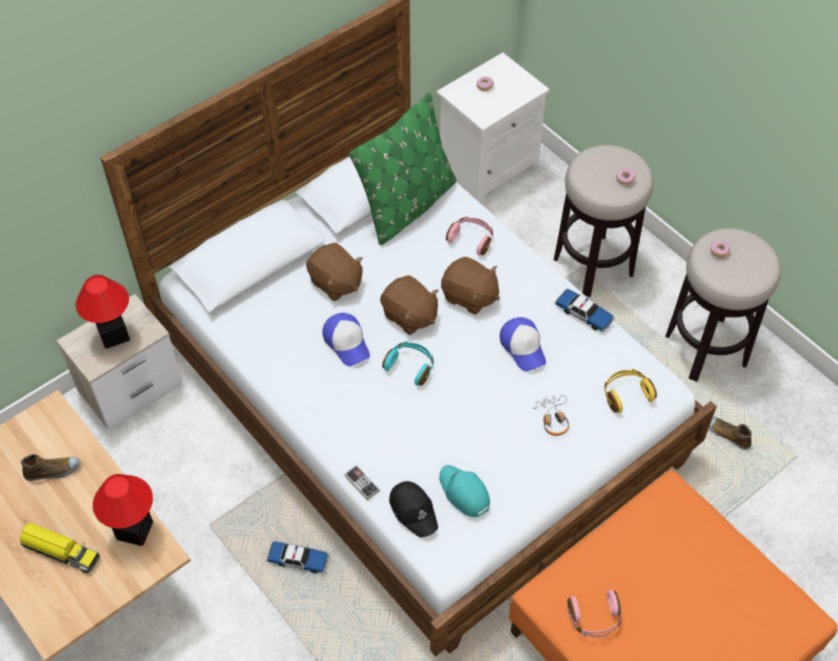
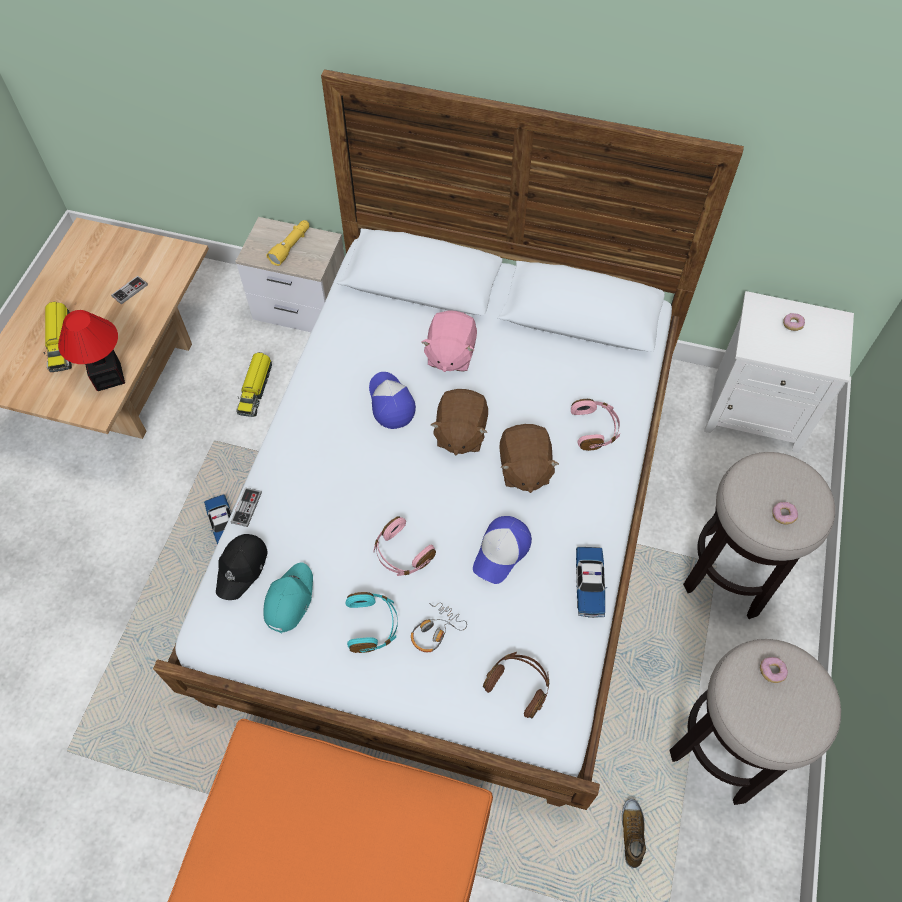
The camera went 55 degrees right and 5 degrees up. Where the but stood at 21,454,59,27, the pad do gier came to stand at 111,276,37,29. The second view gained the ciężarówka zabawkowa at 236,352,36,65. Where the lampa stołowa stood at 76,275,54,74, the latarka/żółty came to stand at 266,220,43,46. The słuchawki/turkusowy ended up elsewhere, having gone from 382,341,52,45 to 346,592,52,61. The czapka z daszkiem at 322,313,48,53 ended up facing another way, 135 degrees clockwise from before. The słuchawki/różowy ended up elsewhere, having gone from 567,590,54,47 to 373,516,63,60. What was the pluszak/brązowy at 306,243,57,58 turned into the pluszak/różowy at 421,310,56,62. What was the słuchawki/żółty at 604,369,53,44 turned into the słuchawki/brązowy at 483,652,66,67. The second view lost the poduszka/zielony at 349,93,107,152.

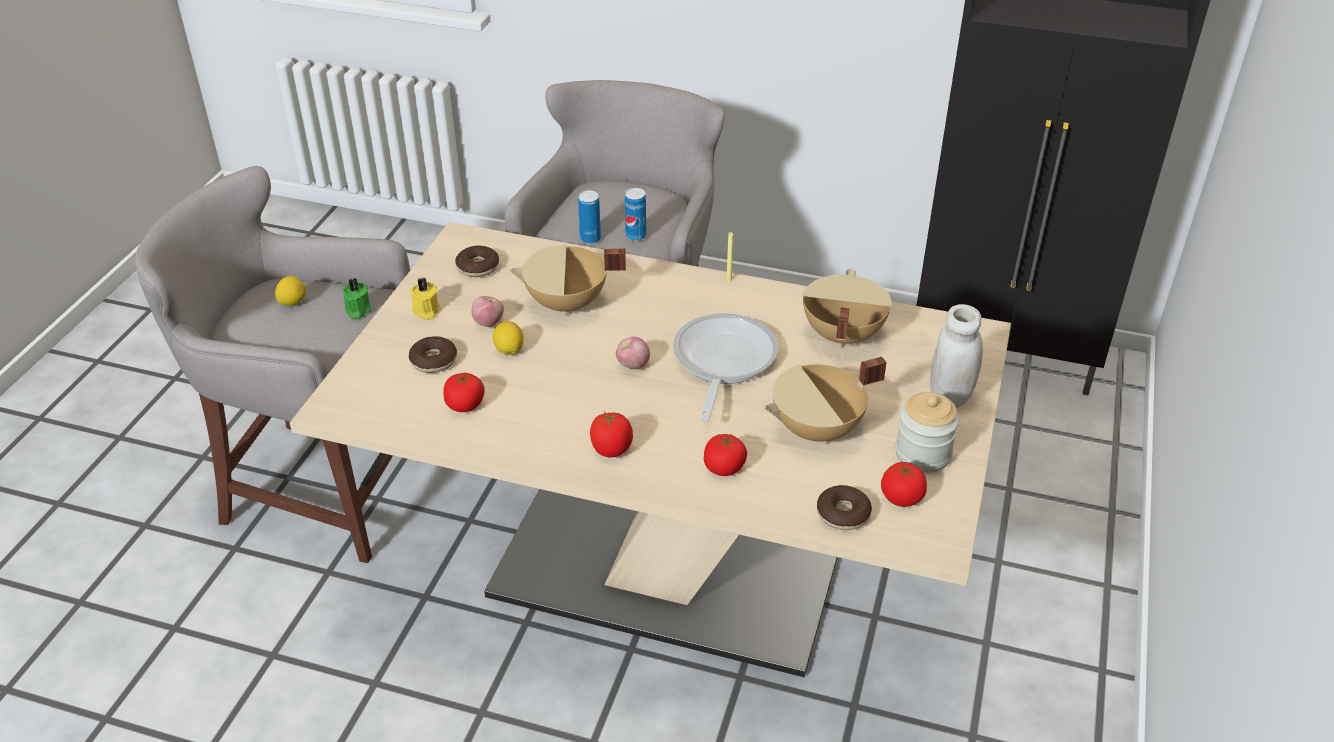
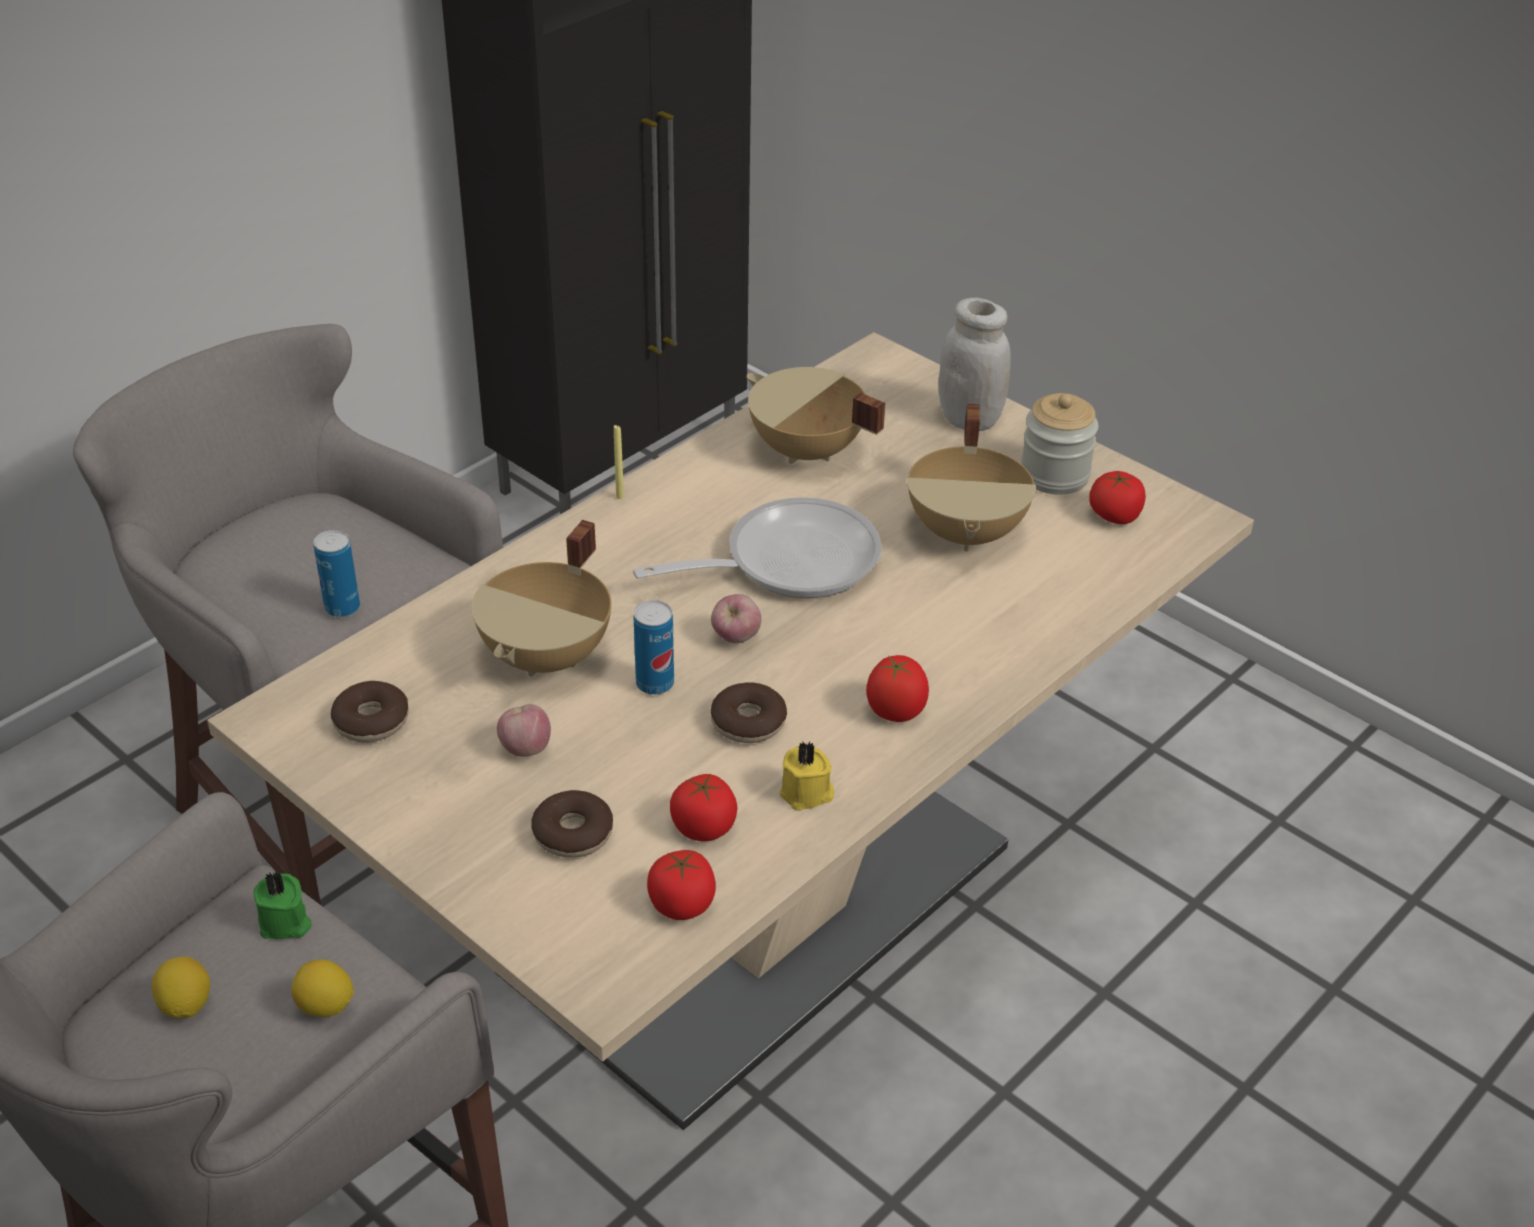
The camera went 65 degrees left and 0 degrees up. The cytryna ended up elsewhere, having gone from 493,321,31,34 to 291,959,63,58. The patelnia at 673,313,105,109 ended up facing another way, 120 degrees clockwise from before. The puszka ended up elsewhere, having gone from 625,188,21,53 to 634,600,40,95. The pomidor ended up elsewhere, having gone from 704,434,43,42 to 647,850,69,70. The donut ended up elsewhere, having gone from 817,485,55,45 to 711,682,76,61. The świeca/żółty ended up elsewhere, having gone from 411,277,30,43 to 780,742,54,69.

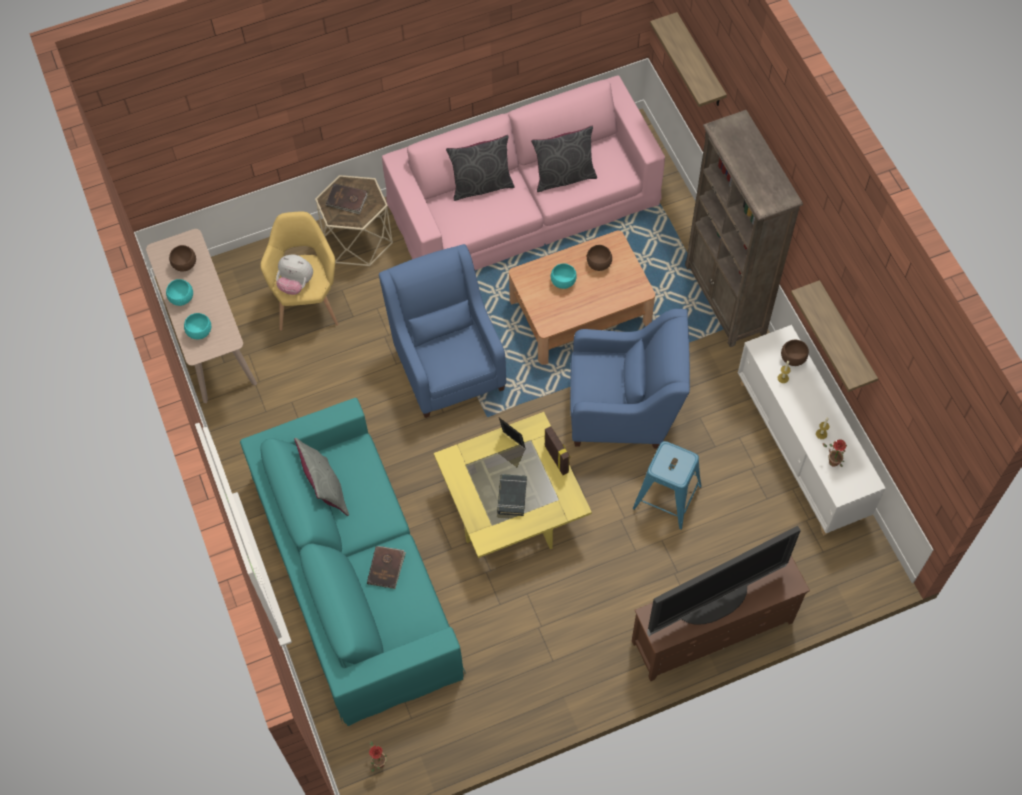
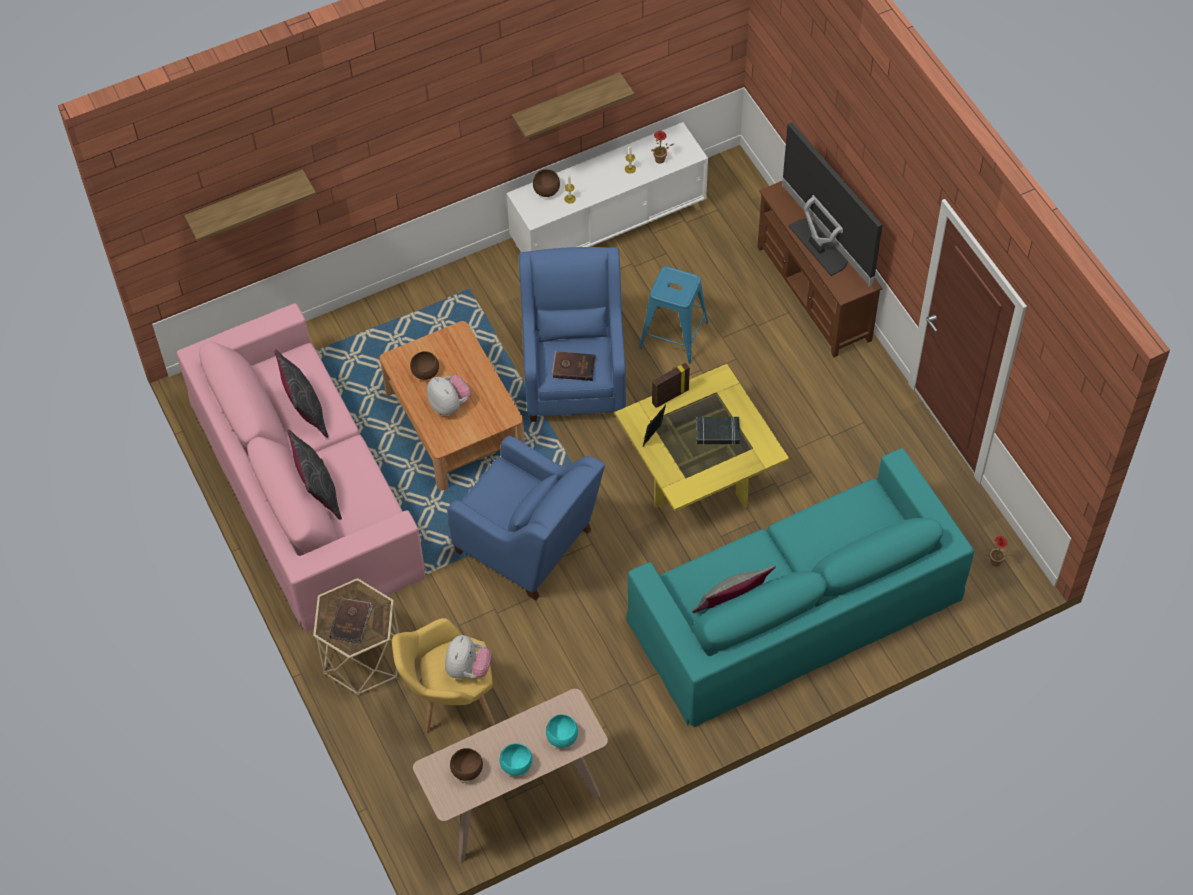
The camera went 95 degrees left and 5 degrees down. Where the miska/turkusowy stood at 551,263,26,26, the pluszak came to stand at 427,375,44,40. The fotel/niebieski at 379,244,127,174 ended up facing another way, 120 degrees counterclockwise from before. The książka/brązowy ended up elsewhere, having gone from 367,546,39,43 to 552,351,44,30. The second view lost the regał/brązowy at 685,110,118,237.

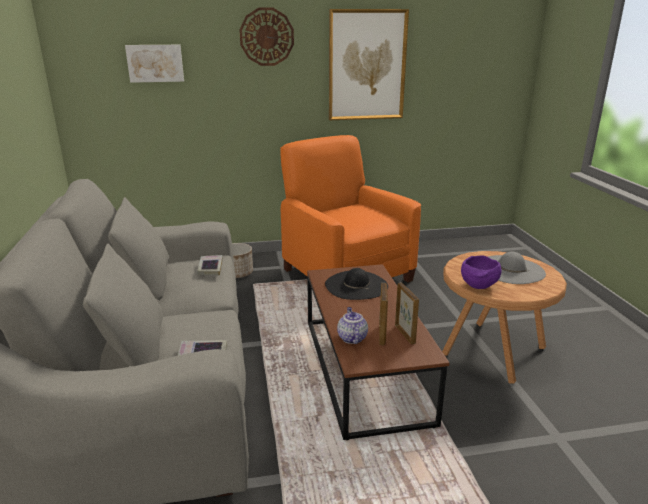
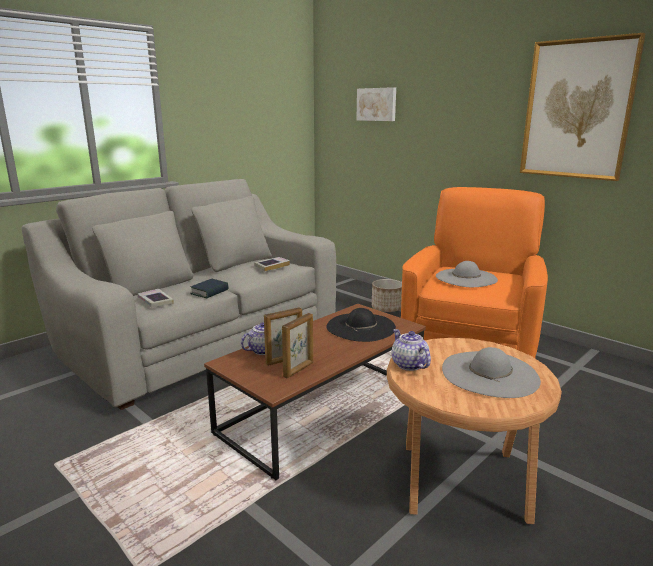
The camera went 55 degrees right and 5 degrees down. The second view gained the książka at 190,279,39,20. Where the miska/fioletowy stood at 461,255,41,34, the imbryk came to stand at 392,329,39,42. The second view gained the kapelusz/szary at 436,261,62,26. The second view lost the zegar ścienny at 239,8,55,58.

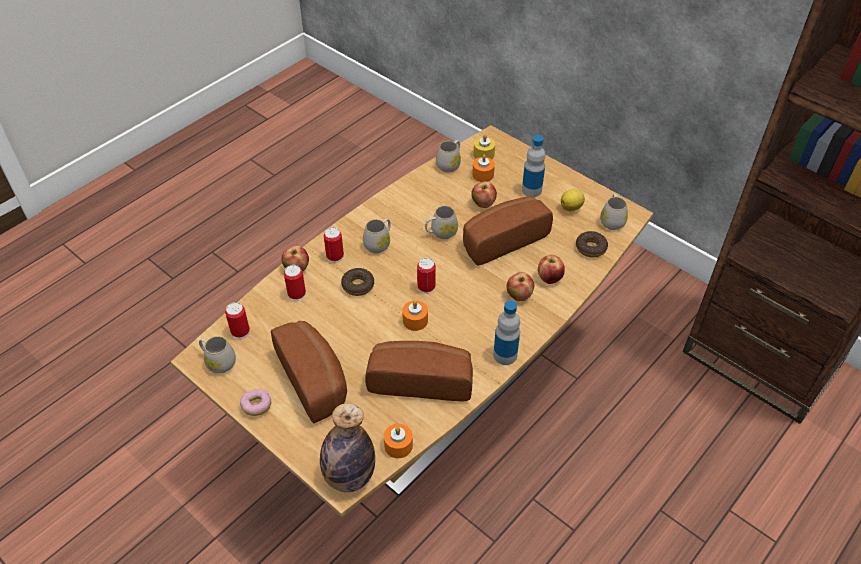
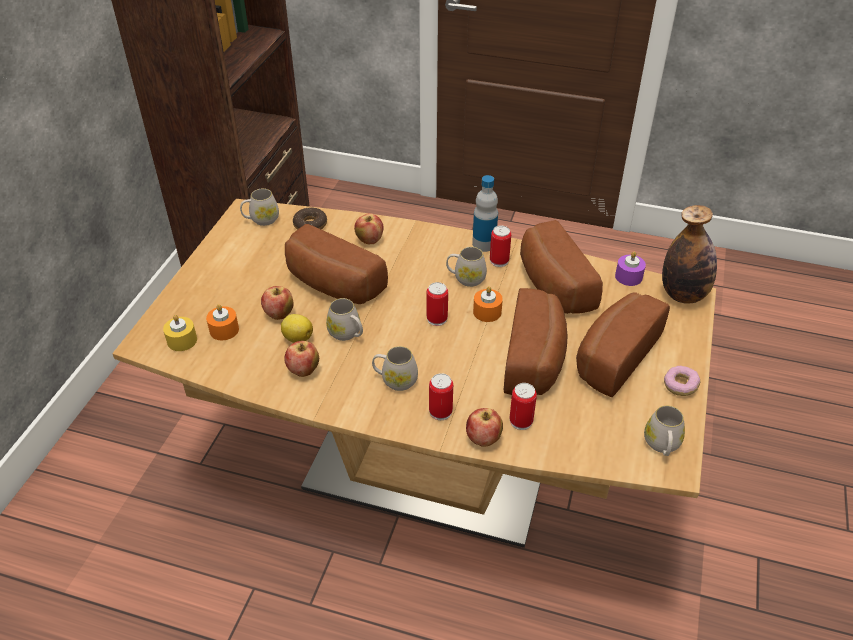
The camera went 115 degrees left and 5 degrees down. The cytryna ended up elsewhere, having gone from 561,189,24,22 to 281,314,32,29. The jabłko ended up elsewhere, having gone from 506,272,28,29 to 284,341,35,36. The kubek/biały ended up elsewhere, having gone from 436,140,25,32 to 446,247,41,40. The puszka ended up elsewhere, having gone from 225,302,25,37 to 490,226,21,41. The second view gained the chleb at 504,288,63,107. What was the świeca/pomarańczowy at 384,424,29,34 turned into the świeca/fioletowy at 615,251,31,35. The second view lost the donut at 341,268,33,28. The second view lost the butelka at 522,135,24,62.

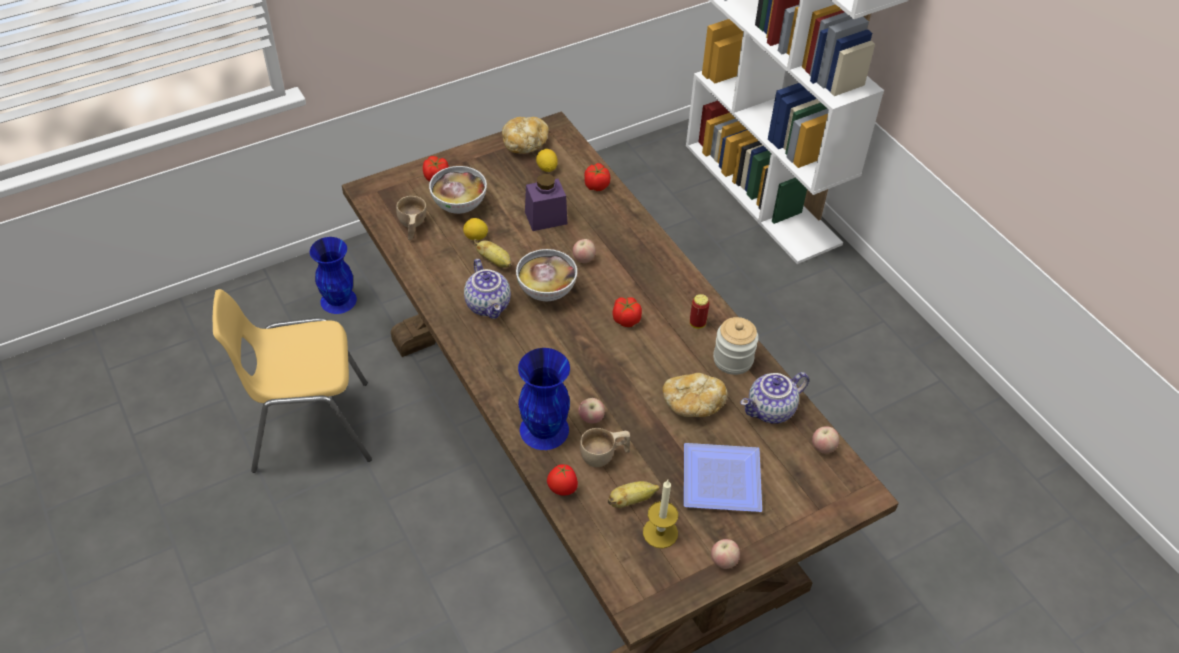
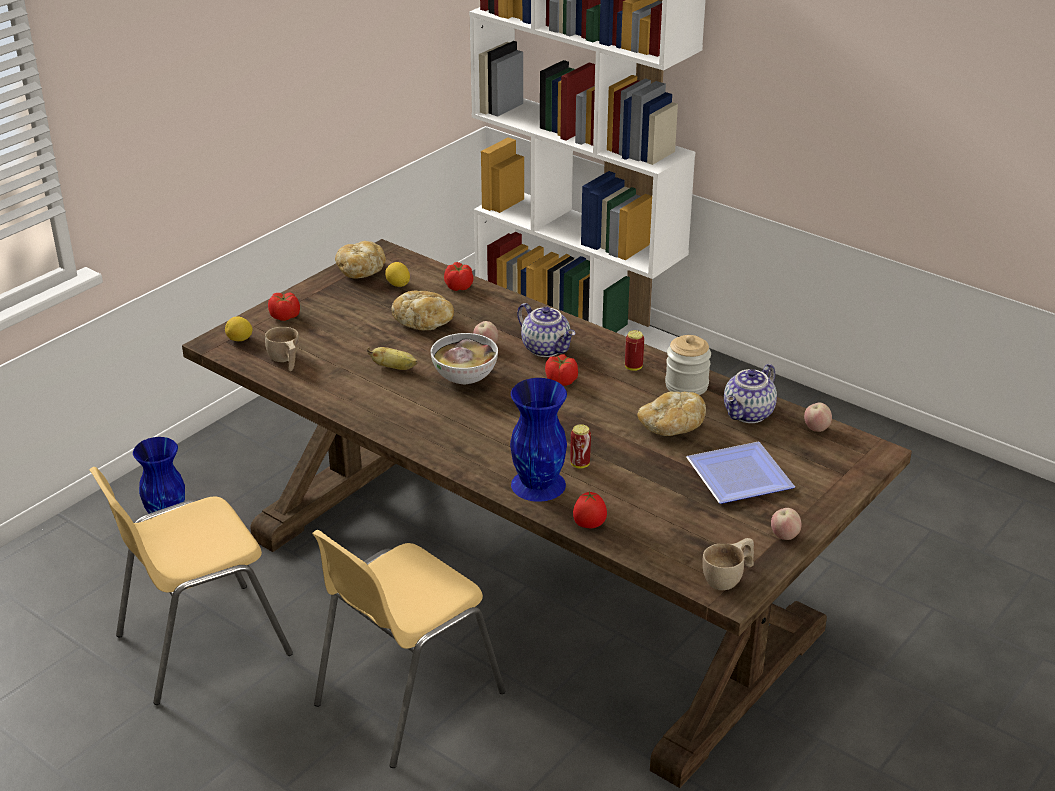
The camera went 20 degrees left and 15 degrees down. The cytryna ended up elsewhere, having gone from 463,218,25,22 to 225,316,28,25. The second view gained the krzesło/żółty at 312,530,194,238. Where the słoik/fioletowy stood at 525,174,42,57, the chleb came to stand at 391,291,63,39. The imbryk ended up elsewhere, having gone from 464,259,47,60 to 517,303,59,54. Where the jabłko stood at 578,398,27,26, the puszka came to stand at 570,424,21,45. The filiżanka/beżowy ended up elsewhere, having gone from 580,428,50,39 to 702,538,52,52. The second view lost the miska at 429,166,58,48. The second view lost the banan at 608,481,52,27. The second view lost the świeca at 643,480,35,68.

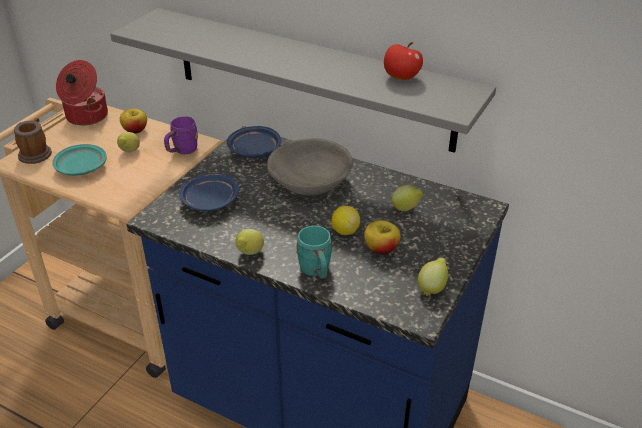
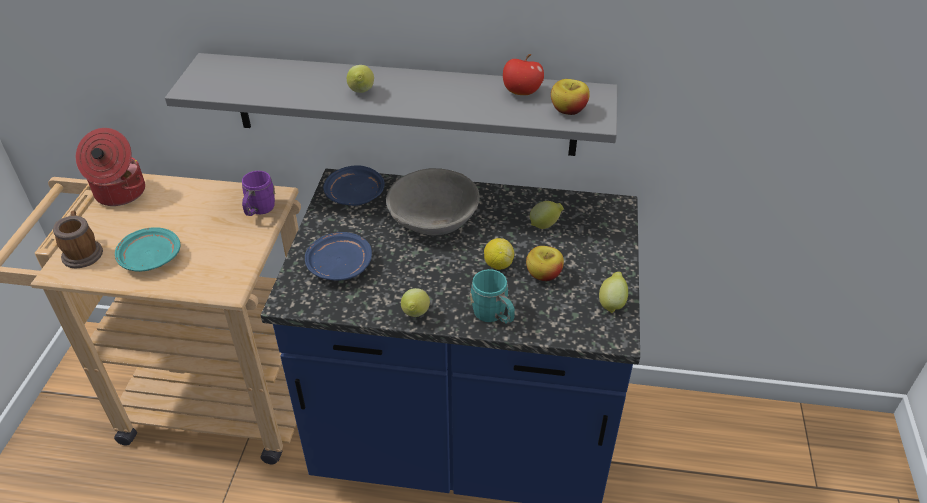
The camera went 20 degrees left and 5 degrees up. The cytryna ended up elsewhere, having gone from 117,132,23,20 to 347,65,27,28. The jabłko ended up elsewhere, having gone from 120,108,27,26 to 551,79,39,36.

